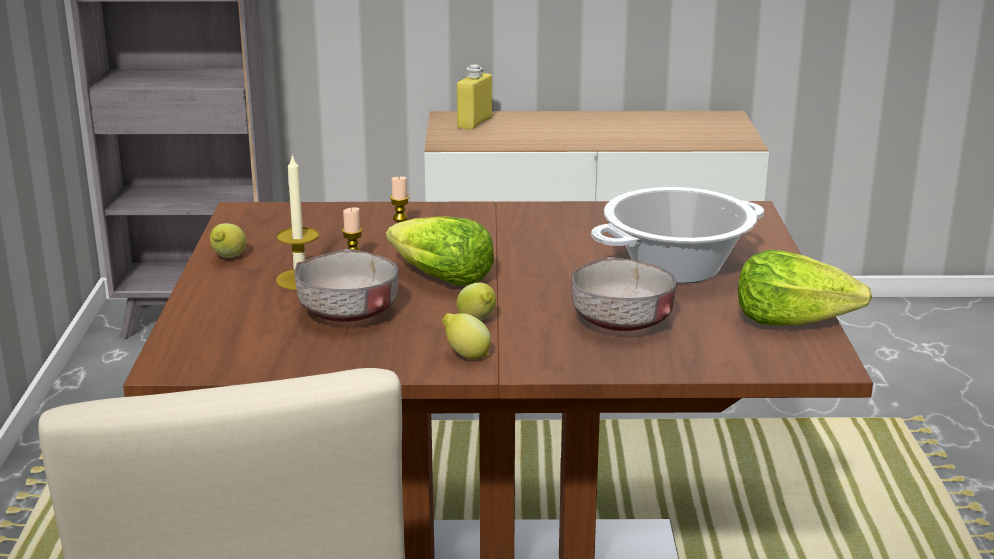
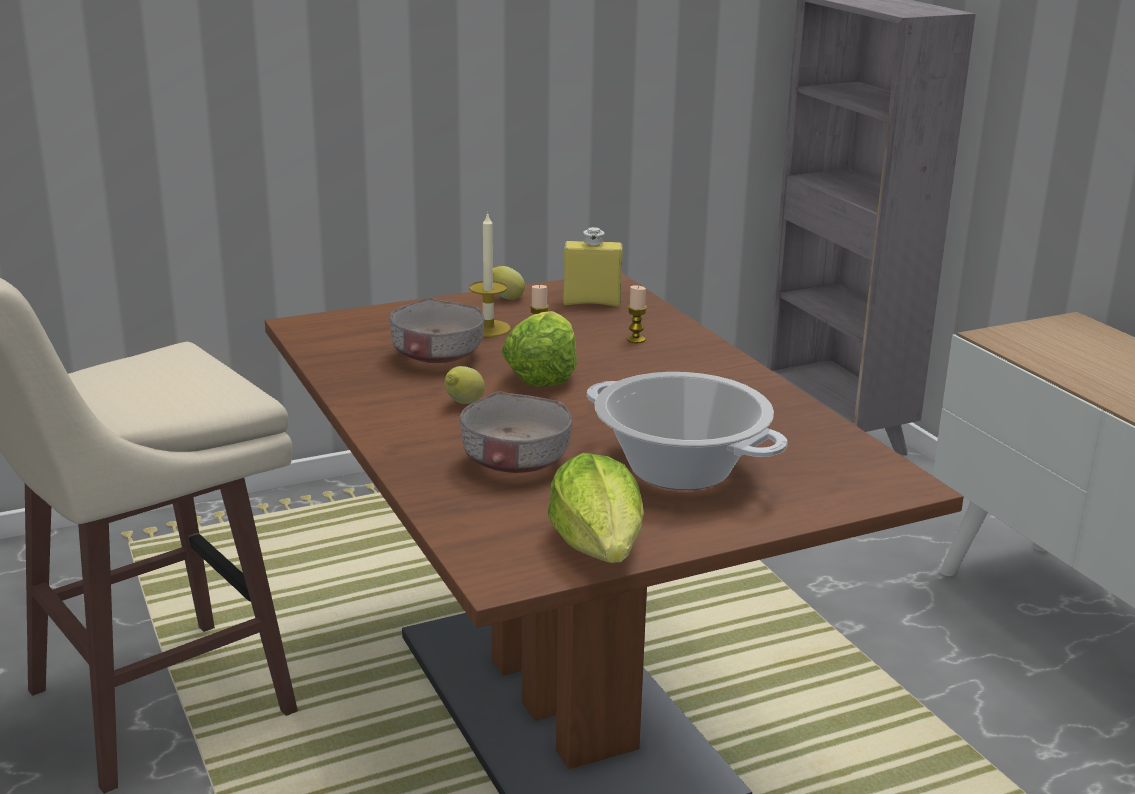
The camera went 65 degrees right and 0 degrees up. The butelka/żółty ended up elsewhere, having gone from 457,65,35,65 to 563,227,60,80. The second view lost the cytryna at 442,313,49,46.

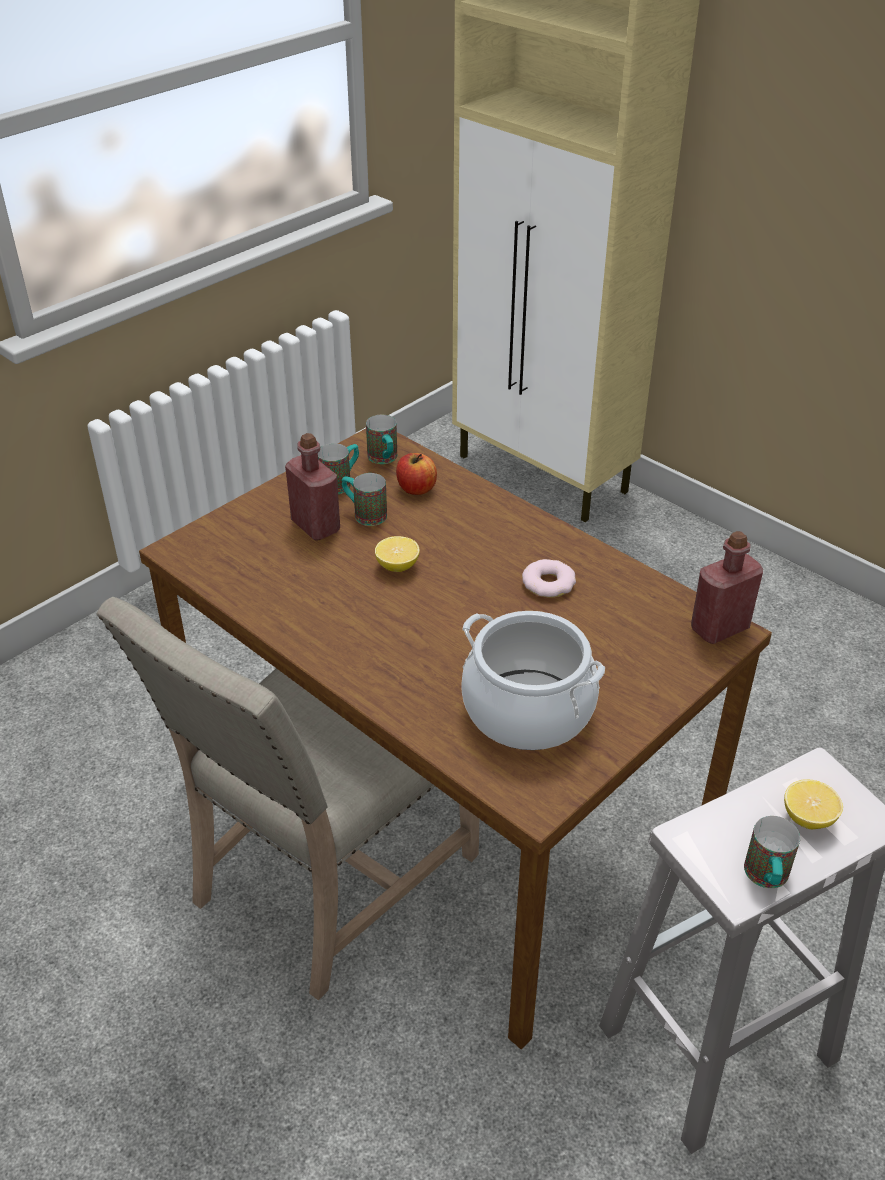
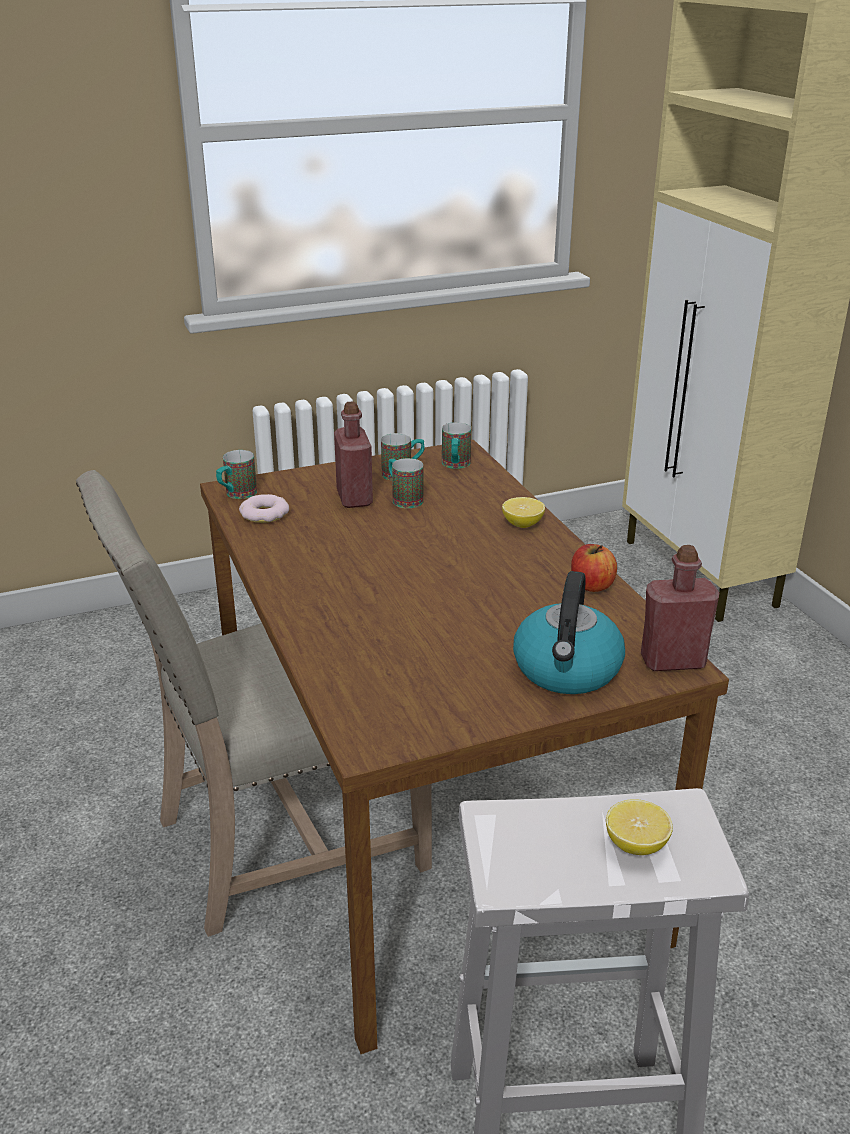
The camera went 25 degrees right and 10 degrees down. The kubek ended up elsewhere, having gone from 744,816,56,72 to 216,450,41,49. The donut ended up elsewhere, having gone from 522,559,54,38 to 239,494,50,29. The cytryna ended up elsewhere, having gone from 375,536,45,36 to 502,497,43,31. The second view gained the czajnik at 513,571,112,123. The jabłko ended up elsewhere, having gone from 396,453,41,42 to 571,544,46,48. The second view lost the garnek at 461,611,144,139.

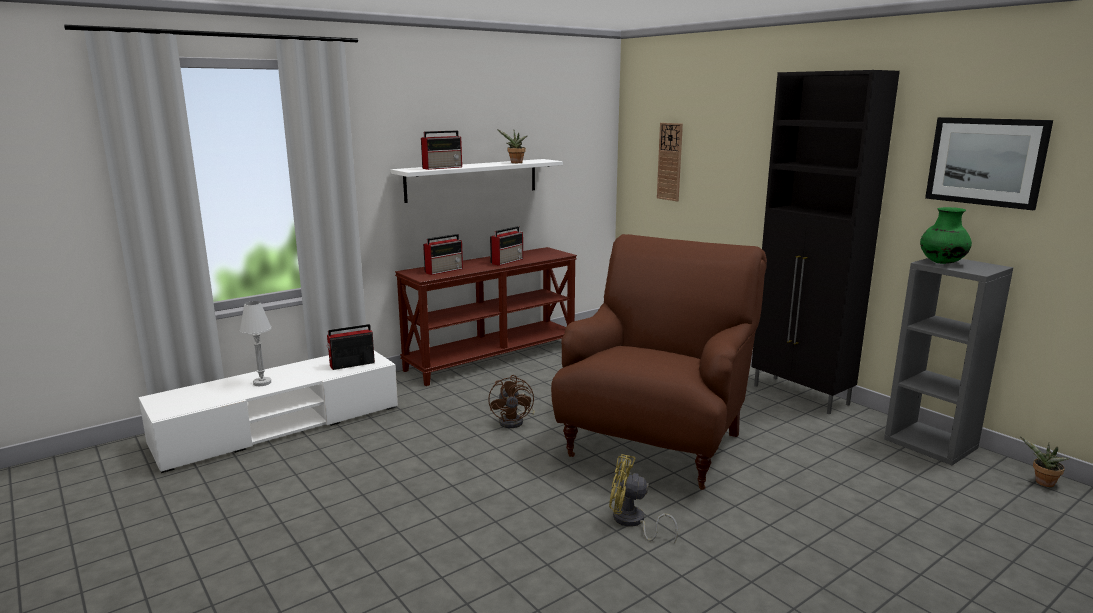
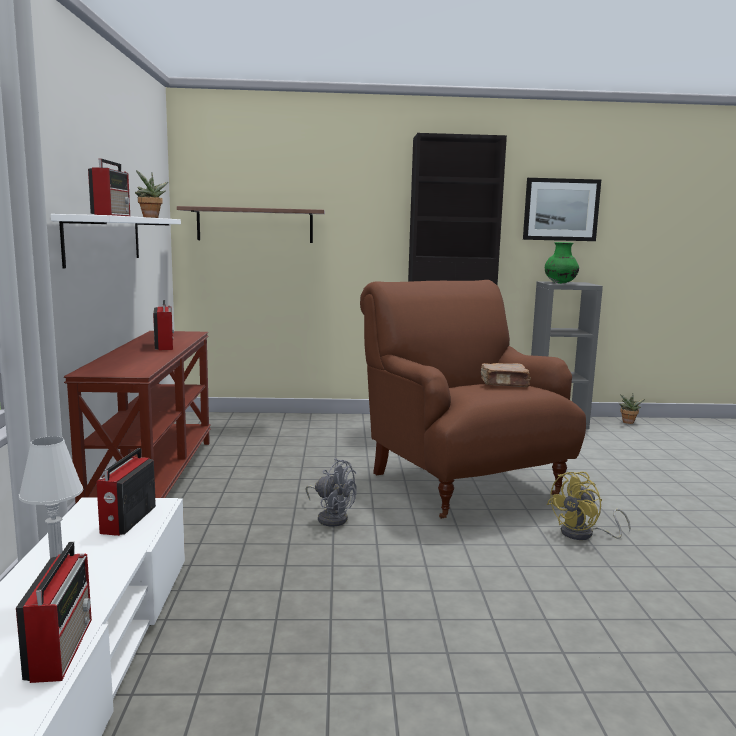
The camera went 55 degrees left and 5 degrees down. The radio ended up elsewhere, having gone from 423,234,40,41 to 16,541,76,142. Where the zegar ścienny hung at 657,123,26,78, the półka came to hang at 177,206,148,37. What was the wentylator/brązowy at 488,375,47,53 turned into the wentylator/szary at 306,458,51,69. The second view gained the książka/brązowy at 480,363,51,24.

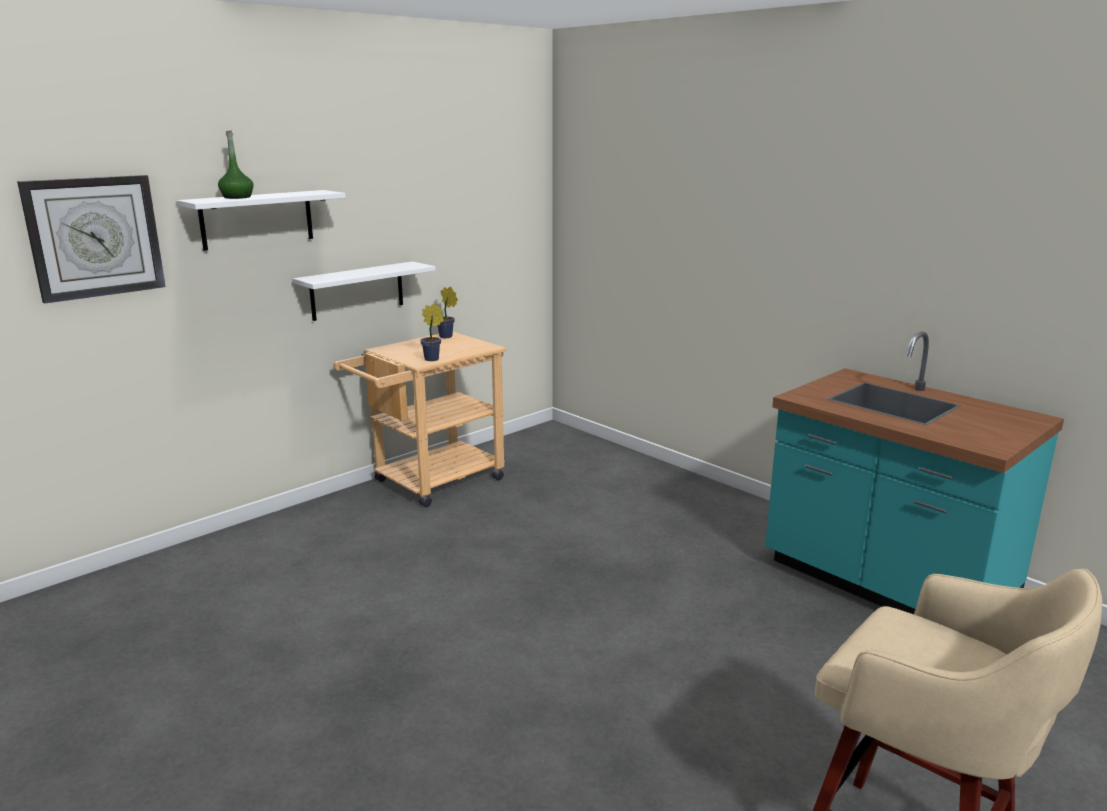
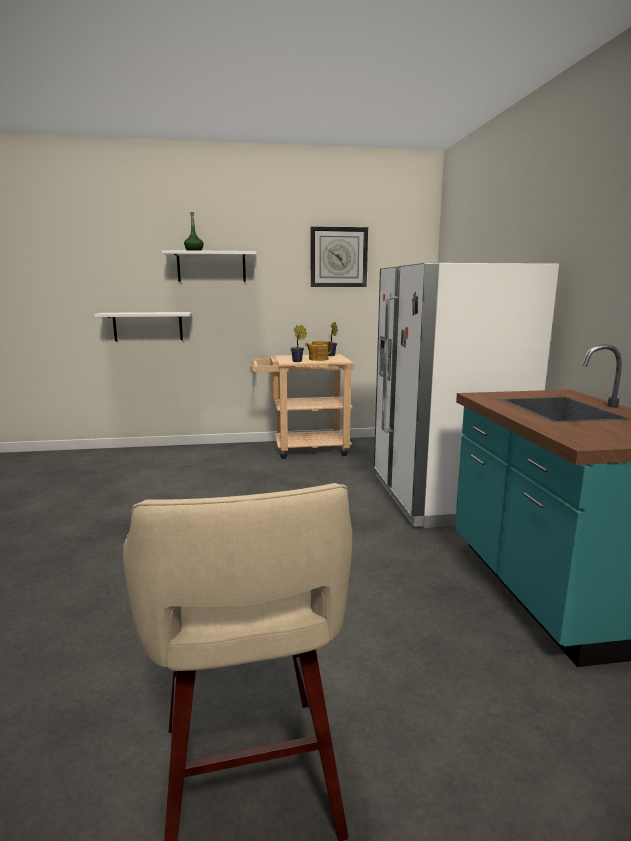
The camera went 35 degrees right and 5 degrees down. The półka/biały ended up elsewhere, having gone from 292,261,143,60 to 94,312,98,29. The second view gained the imbryk at 305,341,26,20. The zegar ścienny ended up elsewhere, having gone from 17,175,149,129 to 311,226,57,61. The second view gained the lodówka/biały at 374,263,185,265.

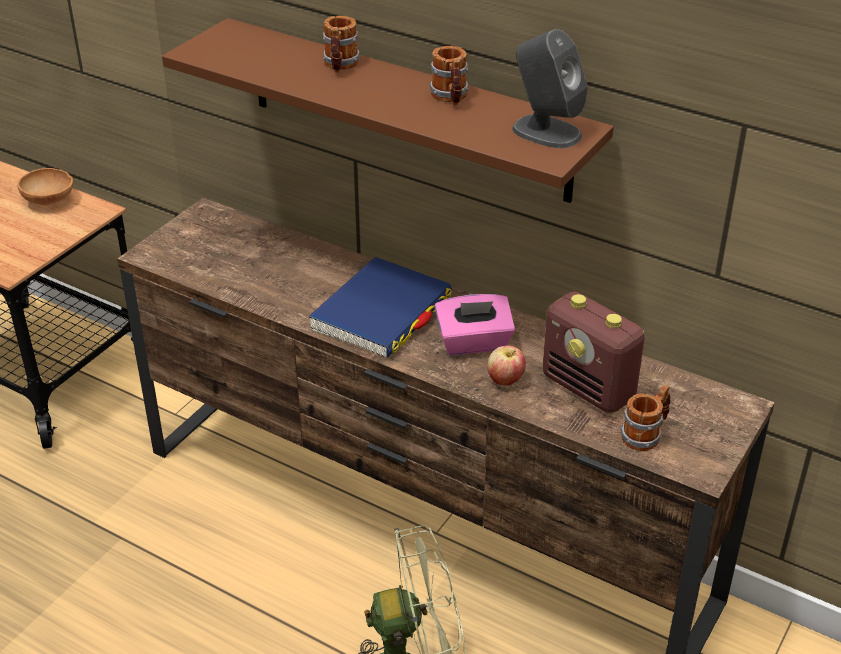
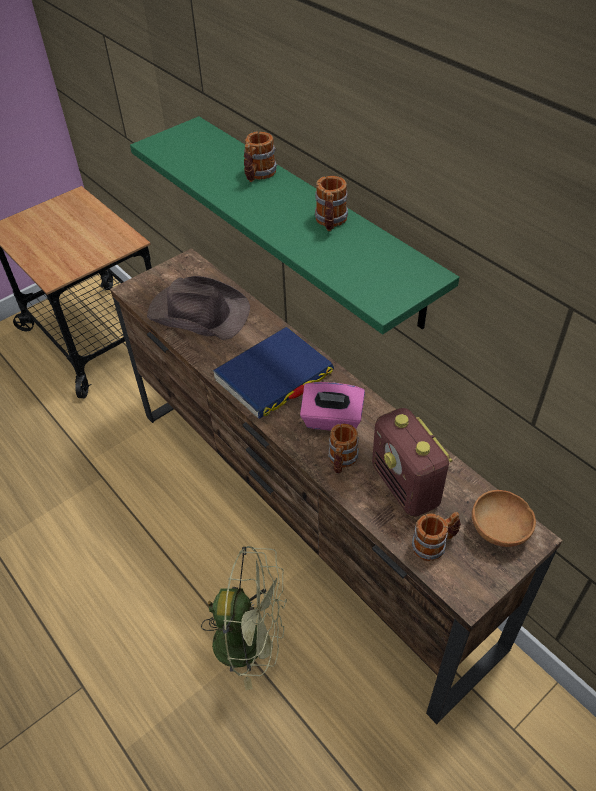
The camera went 20 degrees right and 10 degrees up. What was the półka/brązowy at 162,18,452,185 turned into the półka/zielony at 130,116,329,218. The second view gained the kapelusz/brązowy at 147,276,103,64. Where the jabłko stood at 487,346,39,39, the kubek came to stand at 328,424,31,49. The miska/brązowy ended up elsewhere, having gone from 18,168,55,37 to 472,490,64,57. The second view lost the głośnik/szary at 512,29,76,119.

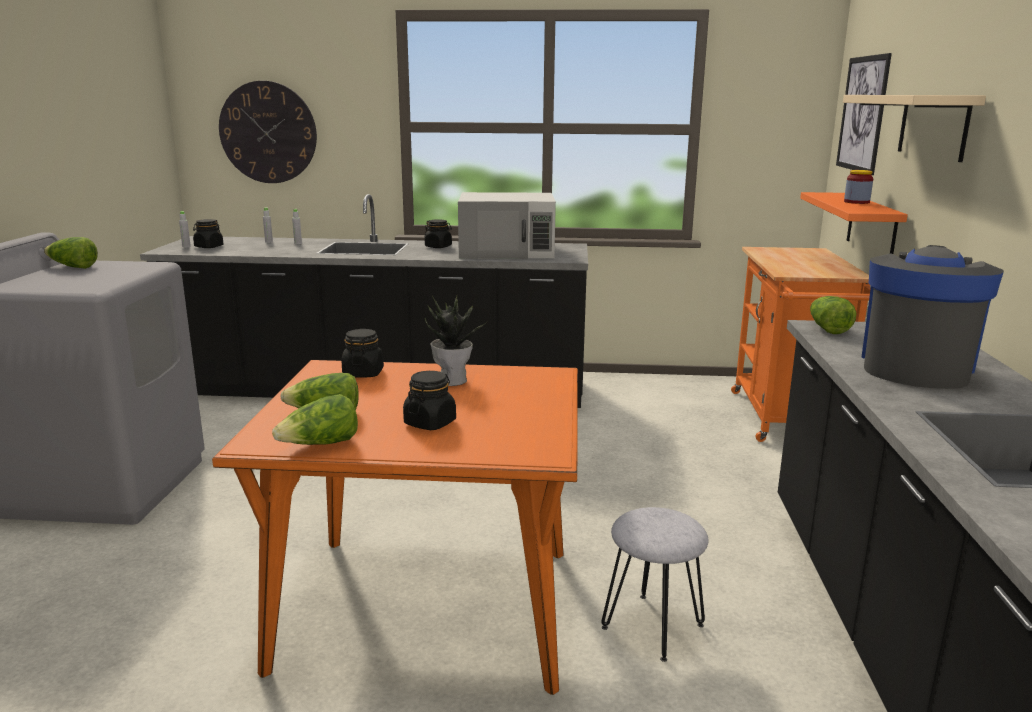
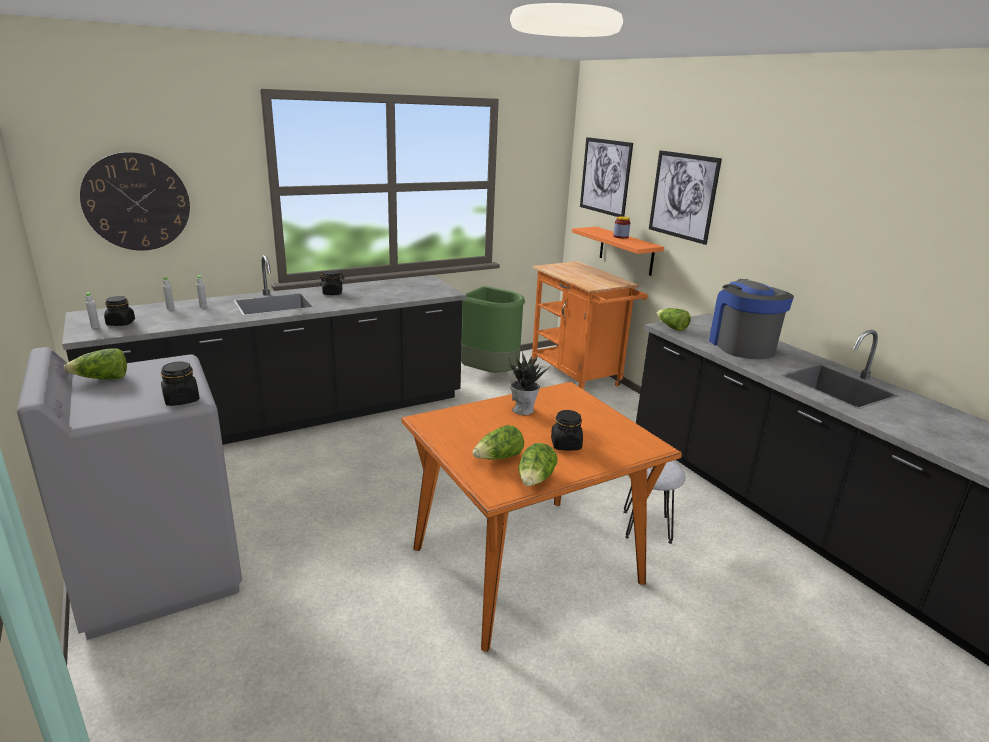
The camera went 35 degrees left and 5 degrees up. The słoik/czarny ended up elsewhere, having gone from 342,329,42,48 to 161,362,39,44. The second view gained the kosz na śmieci/zielony at 461,286,64,87. Where the półka/beżowy hung at 843,95,143,67, the obraz came to hang at 649,150,73,95. The second view lost the mikrofalówka/biały at 458,192,98,67.

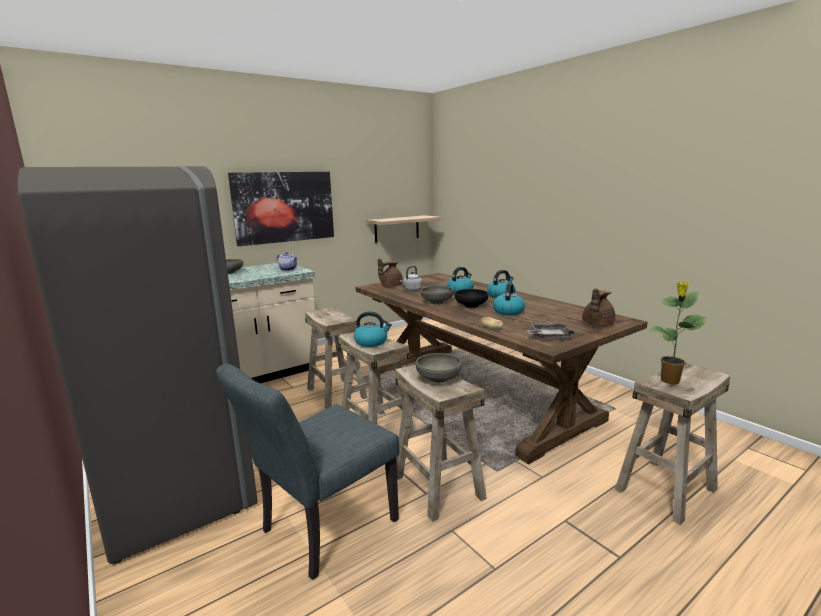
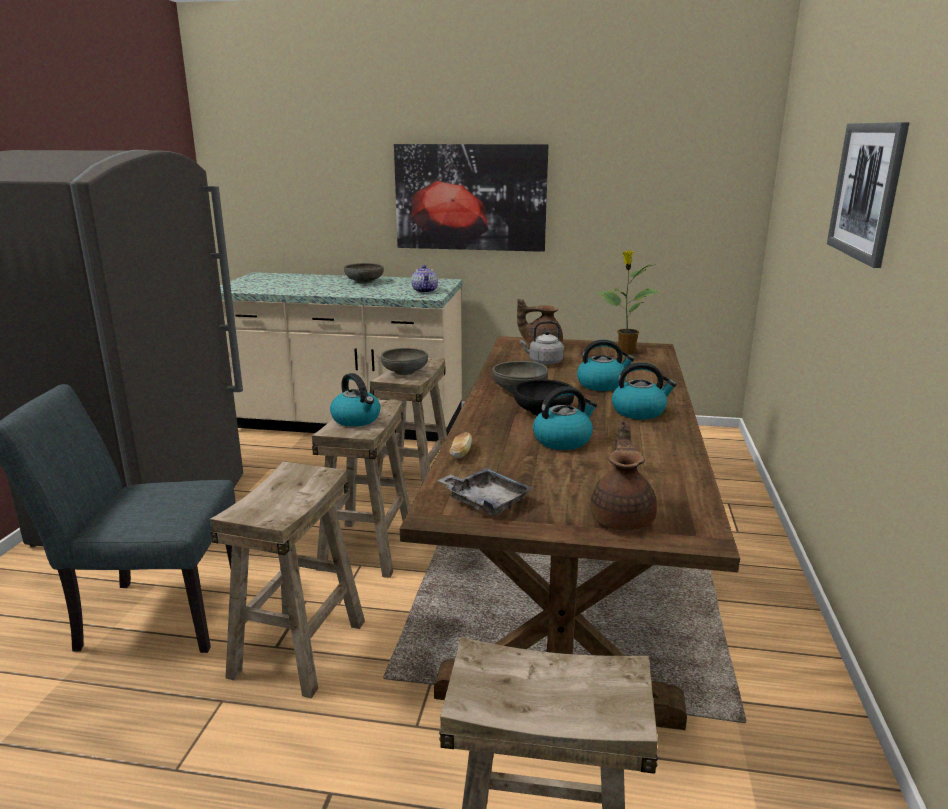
The camera went 45 degrees right and 5 degrees up. The miska/szary ended up elsewhere, having gone from 416,353,46,30 to 381,348,47,27. The imbryk/brązowy at 582,289,33,37 ended up facing another way, 105 degrees clockwise from before. The roślina doniczkowa ended up elsewhere, having gone from 649,282,58,103 to 597,250,63,105. The second view gained the obraz at 827,122,82,146. The second view lost the półka at 367,215,74,28.

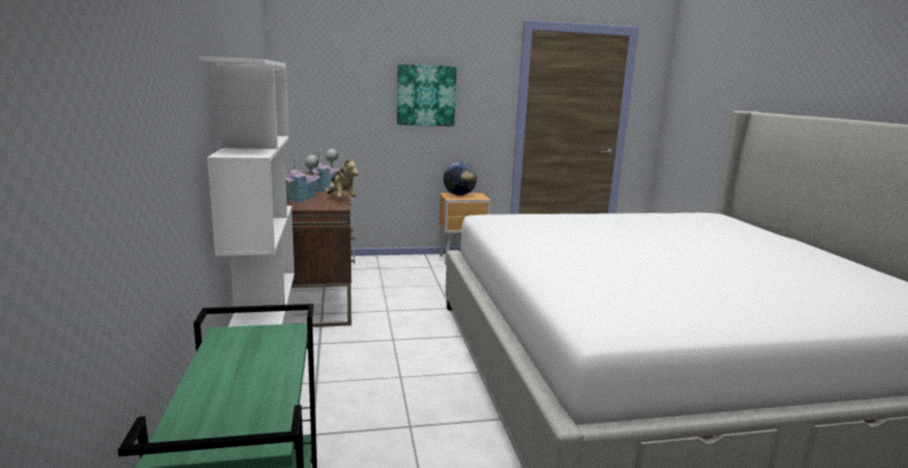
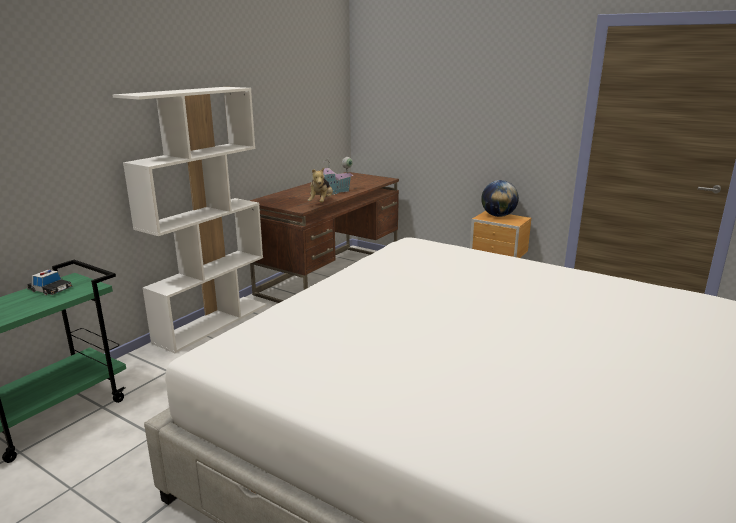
The camera went 45 degrees right and 5 degrees up. The second view gained the samochodzik at 27,270,46,25. The second view lost the domek at 285,155,35,48. The second view lost the obraz at 397,64,60,62.

